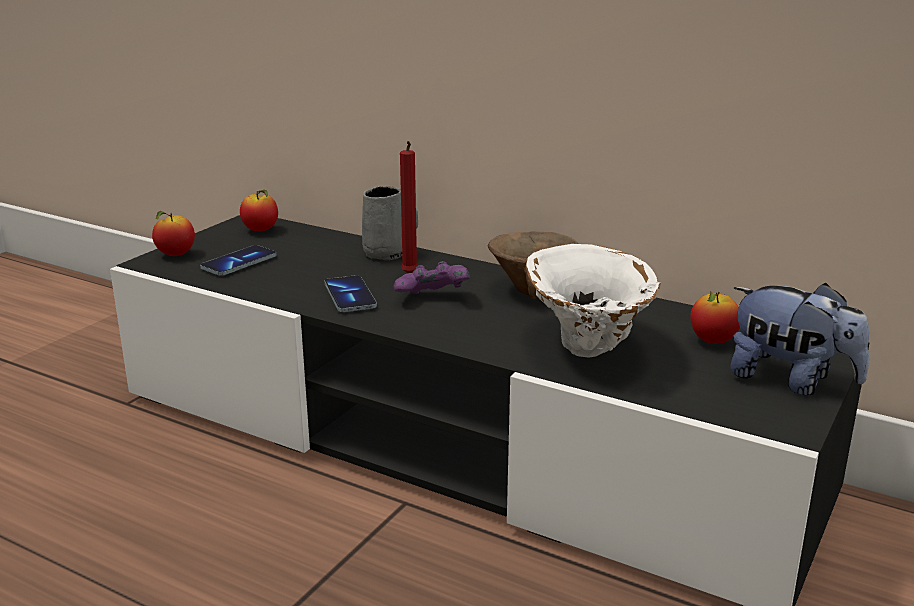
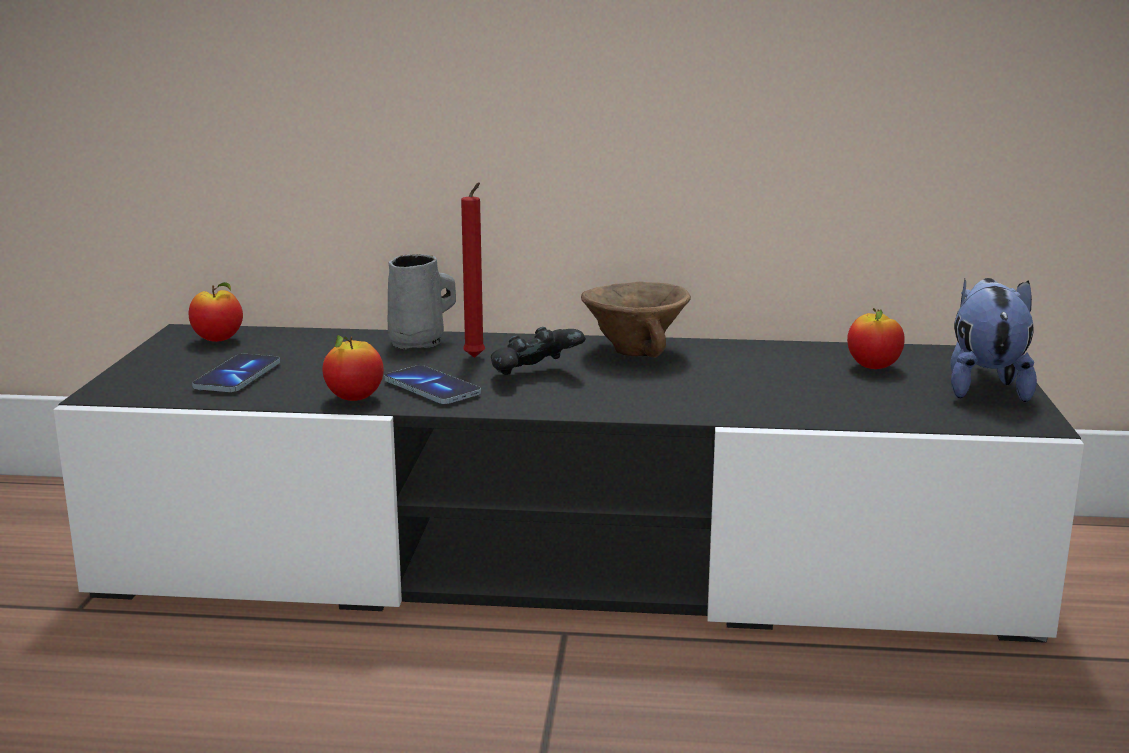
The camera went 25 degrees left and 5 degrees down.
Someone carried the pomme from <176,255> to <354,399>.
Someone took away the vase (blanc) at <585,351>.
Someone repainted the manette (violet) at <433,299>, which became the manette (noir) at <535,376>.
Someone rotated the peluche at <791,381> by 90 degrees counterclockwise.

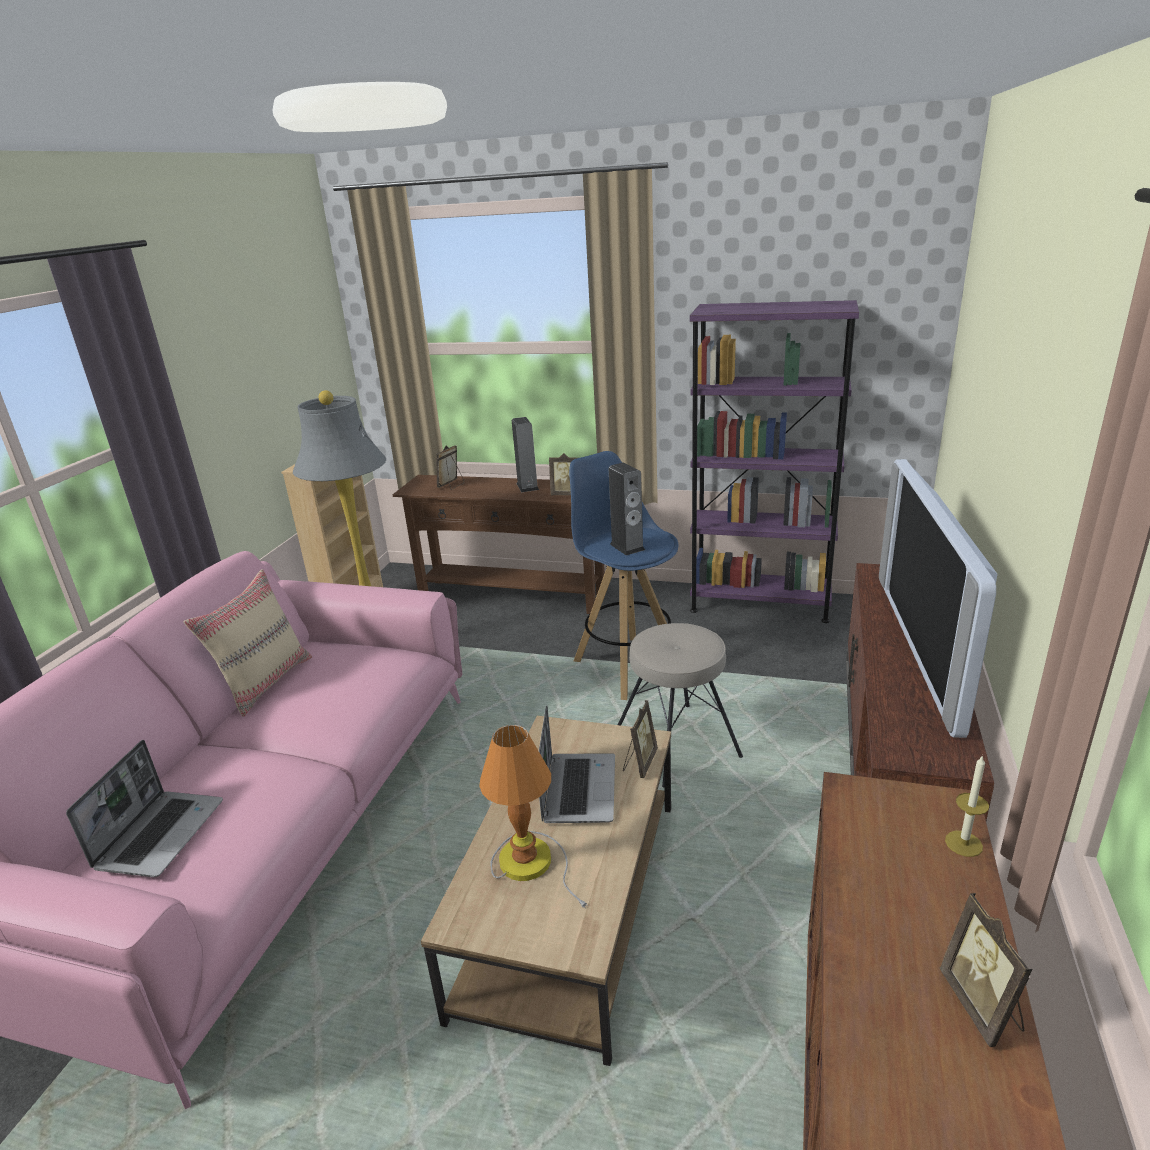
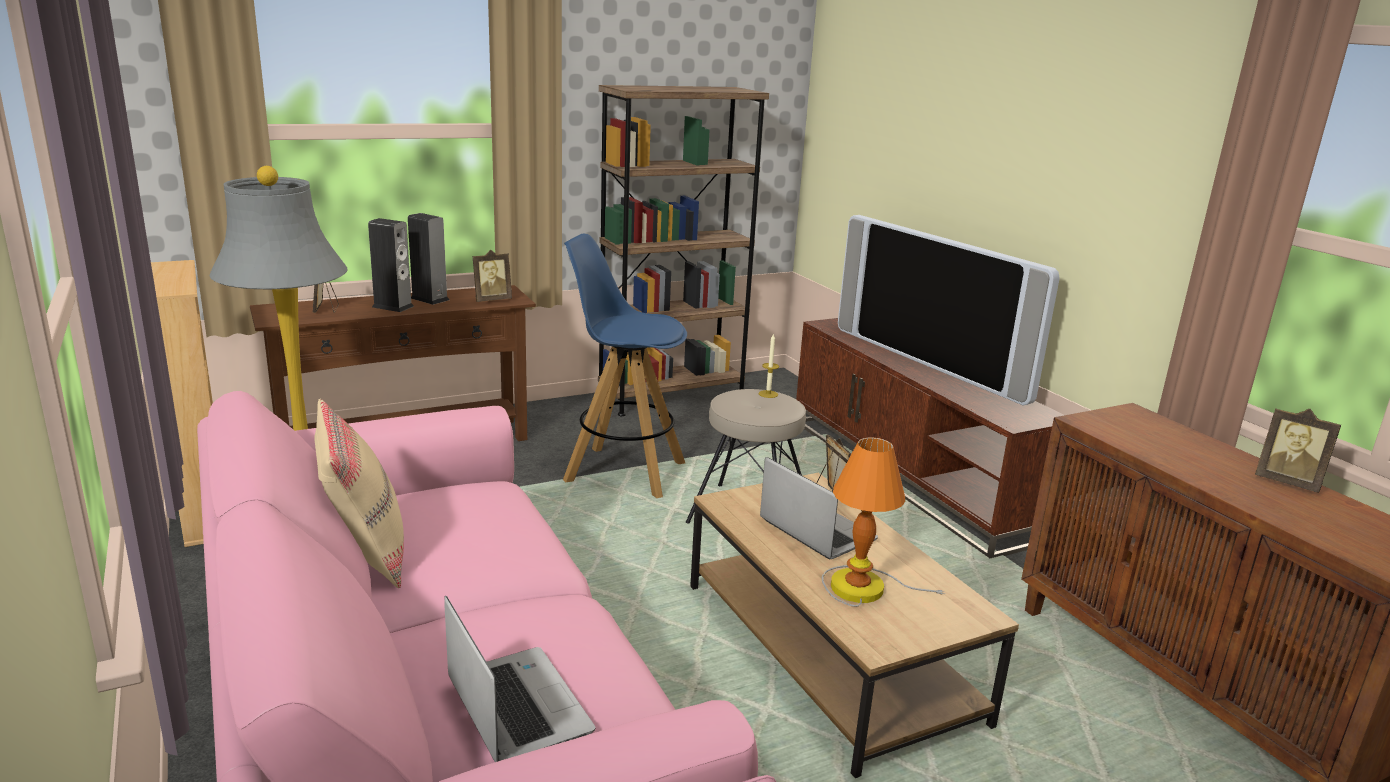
The camera went 45 degrees left and 5 degrees down.
Someone repainted the bibliothèque (violet) at <760,603>, which became the bibliothèque (marron) at <671,396>.
Someone carried the enceinte from <627,547> to <393,306>.
Someone carried the bougie from <963,843> to <768,394>.

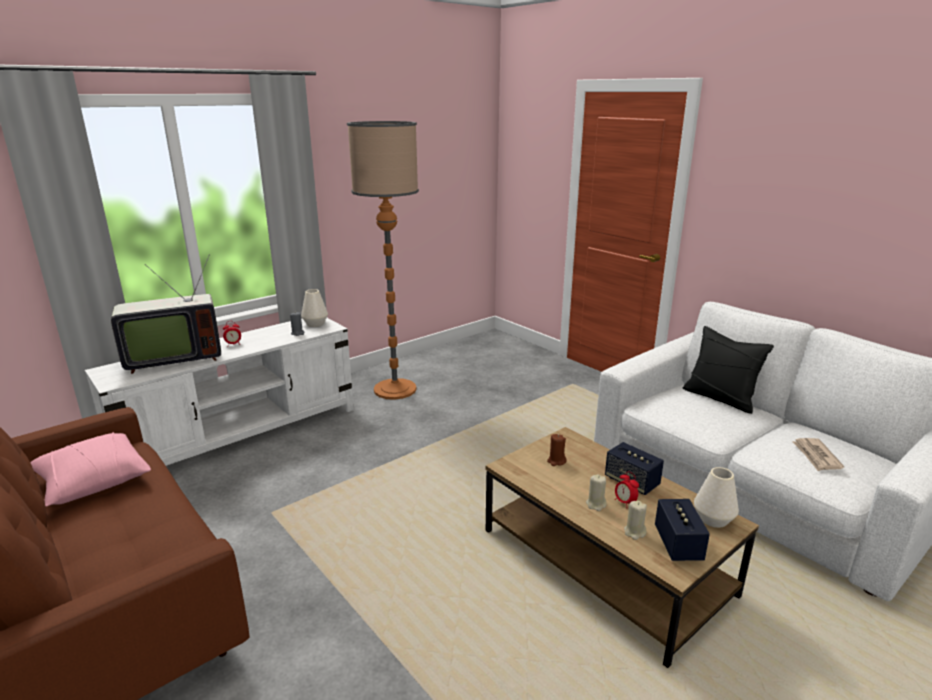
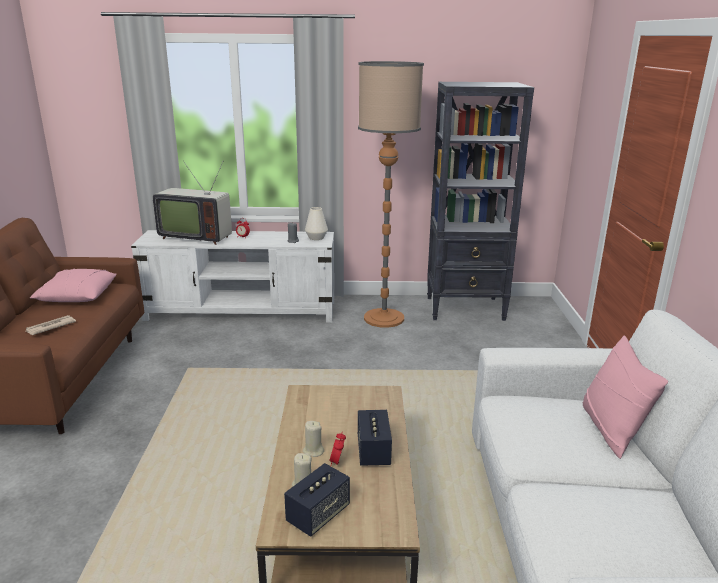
The camera went 40 degrees right and 0 degrees up.
Someone repainted the coussin (noir) at <720,398>, which became the coussin (rose) at <611,429>.
Someone took away the bougie (marron) at <556,461>.
Someone carried the journal from <816,456> to <50,327>.
Someone took away the vase (blanc) at <713,519>.
Someone put down the bibliothèque (noir) at <466,309>.

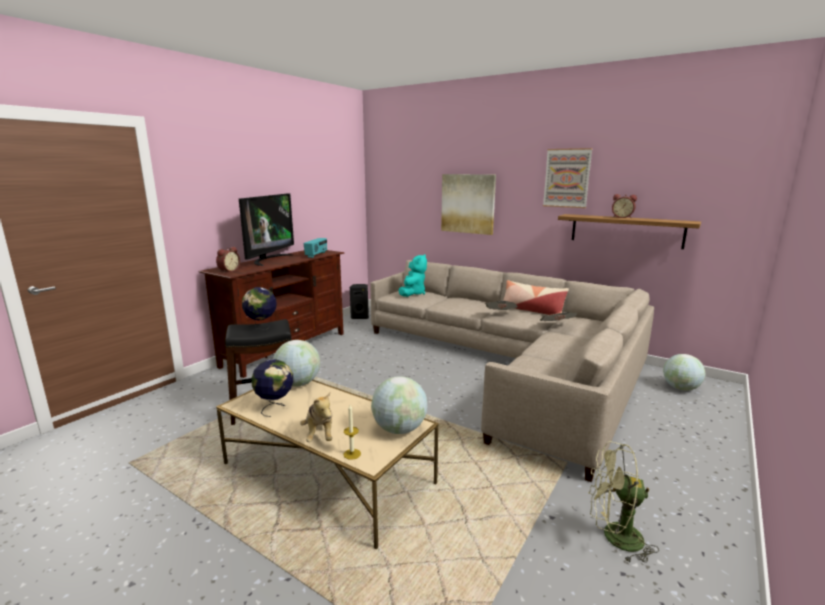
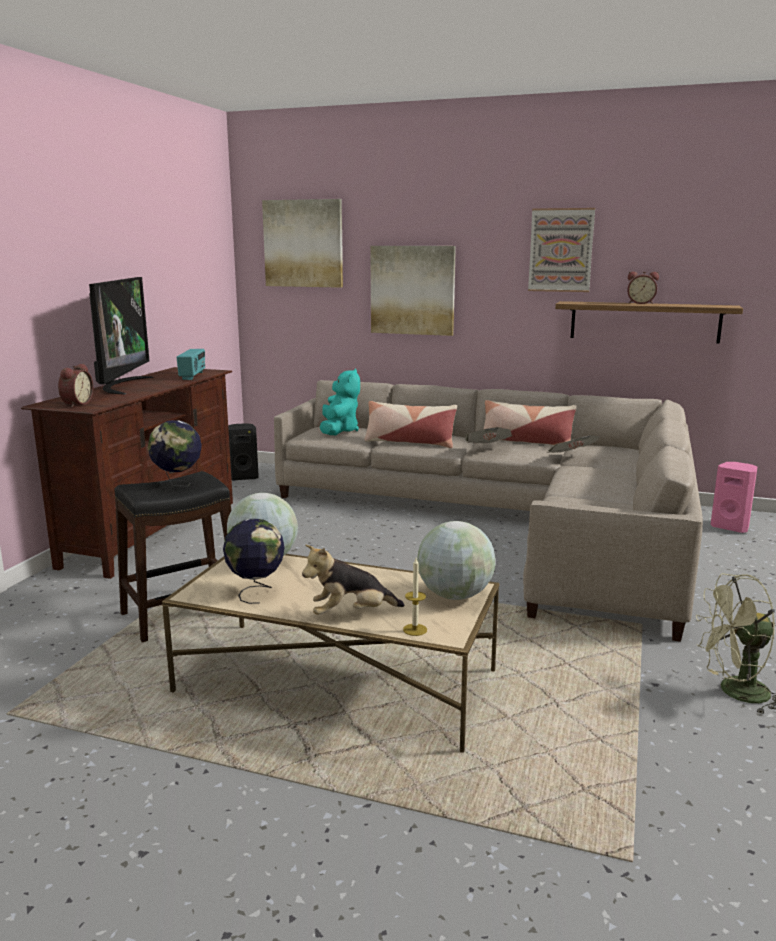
The camera went 15 degrees left and 0 degrees up.
Someone swapped the globe at <680,388> for the enceinte (rose) at <731,527>.
Someone rotated the peluche at <320,434> by 105 degrees clockwise.
Someone put up the tableau at <303,243>.
Someone put down the coussin at <409,442>.

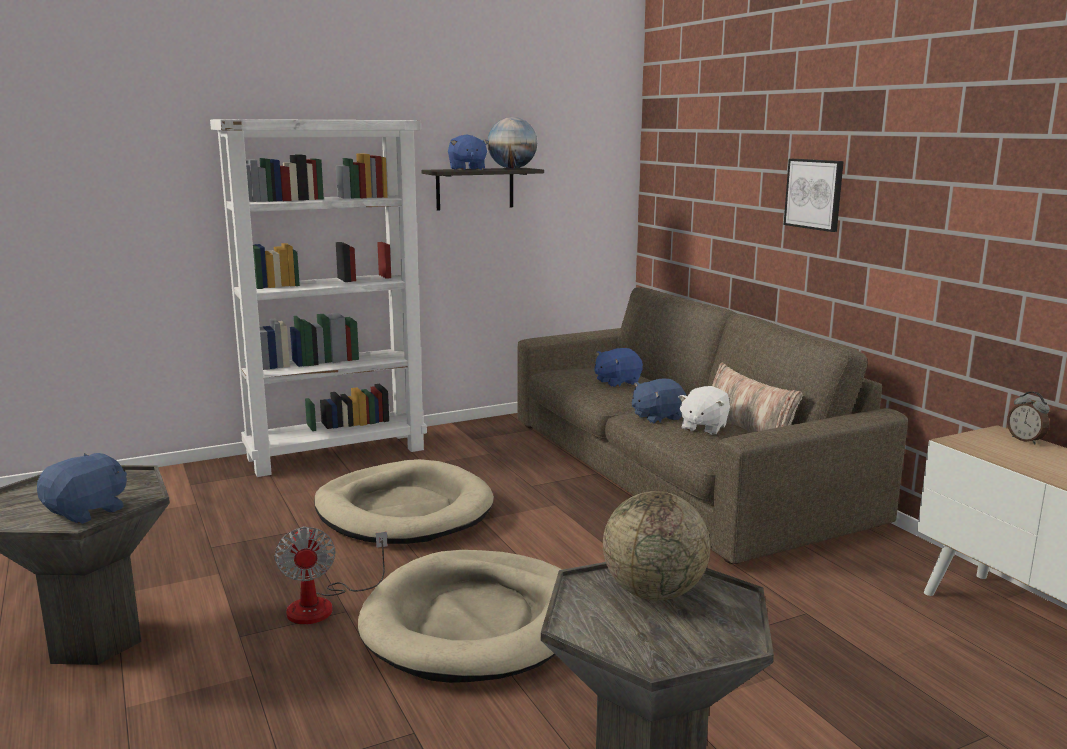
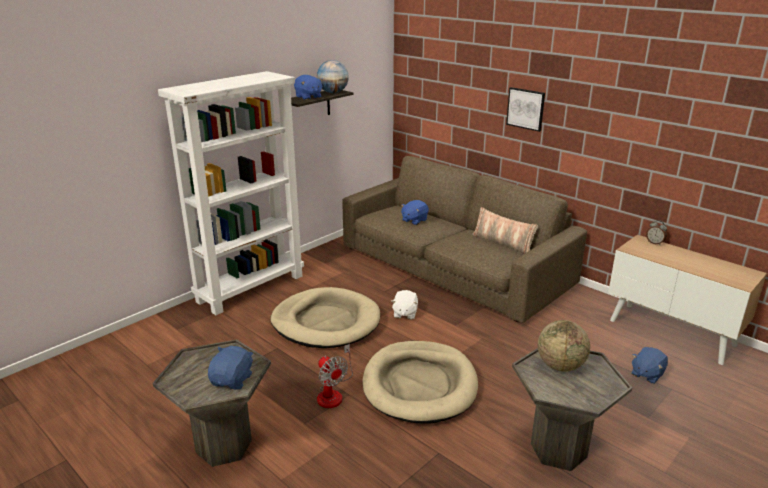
The camera went 20 degrees left and 10 degrees up.
Someone carried the peluche (bleu) from <657,417> to <646,374>.
Someone carried the peluche (blanc) from <703,428> to <404,313>.

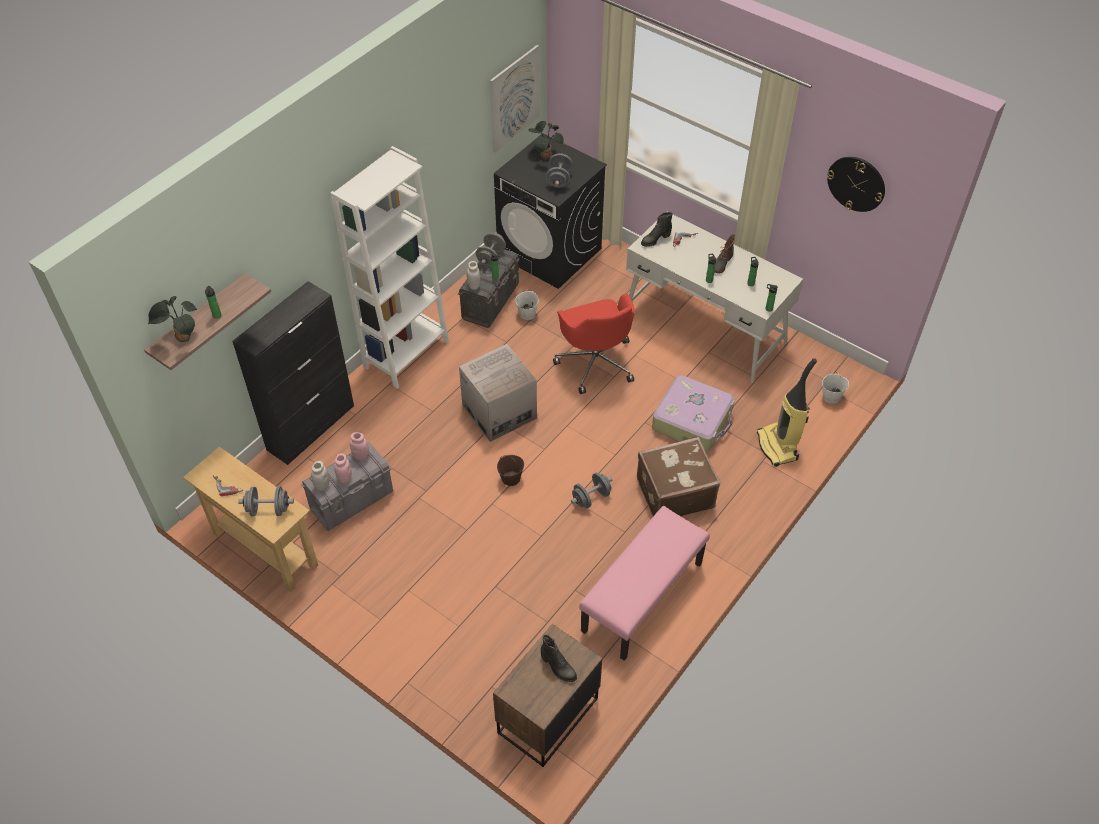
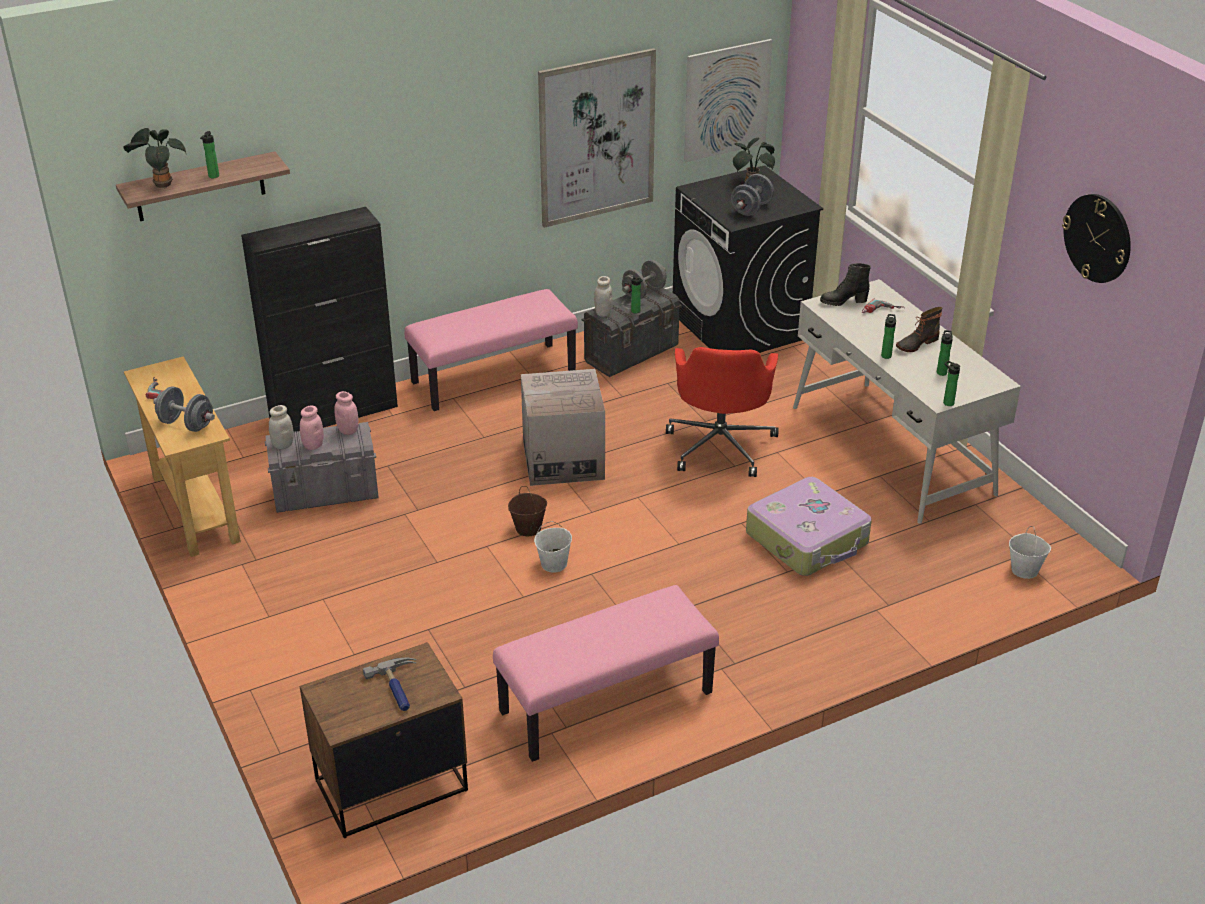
The camera went 25 degrees right and 15 degrees down.
Someone swapped the bibliothèque (blanc) at <406,354> for the banc (rose) at <494,376>.
Someone carried the seau (blanc) from <527,313> to <554,564>.
Someone took away the aspirateur at <778,446>.
Someone took away the valise (marron) at <674,492>.
Someone took away the haltère (gris) at <591,497>.
Someone swapped the botte (noir) at <558,667> for the marteau at <398,688>.
Someone put up the tableau at <596,138>.

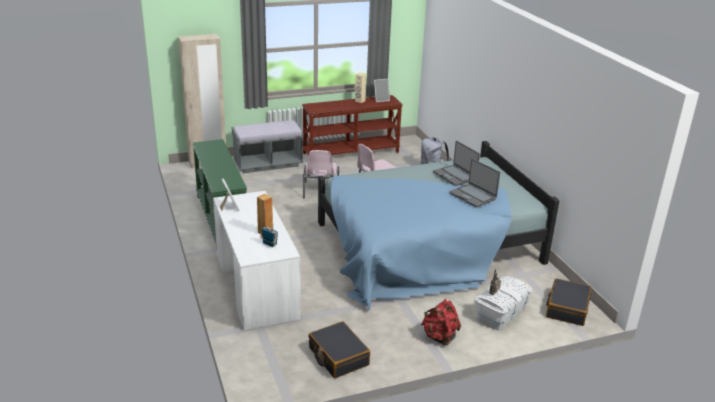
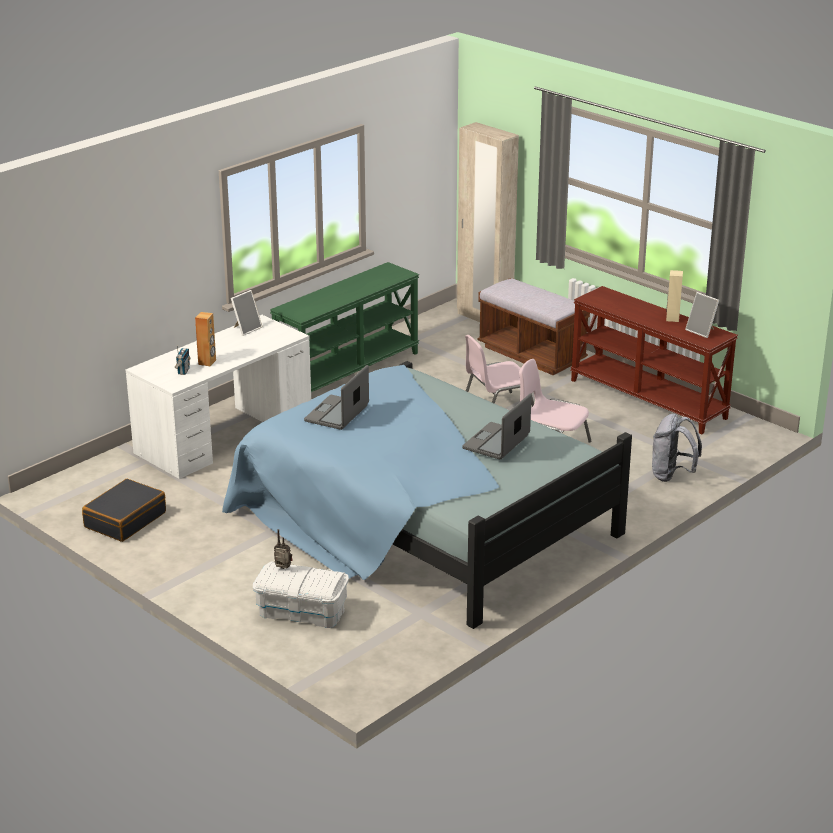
The camera went 65 degrees right and 0 degrees up.
Someone repainted the banc (gris) at <268,164>, which became the banc (marron) at <531,354>.
Someone carried the ordinateur portable from <473,196> to <337,414>.
Someone took away the valise (noir) at <567,308>.
Someone took away the sac à dos (rouge) at <439,337>.

